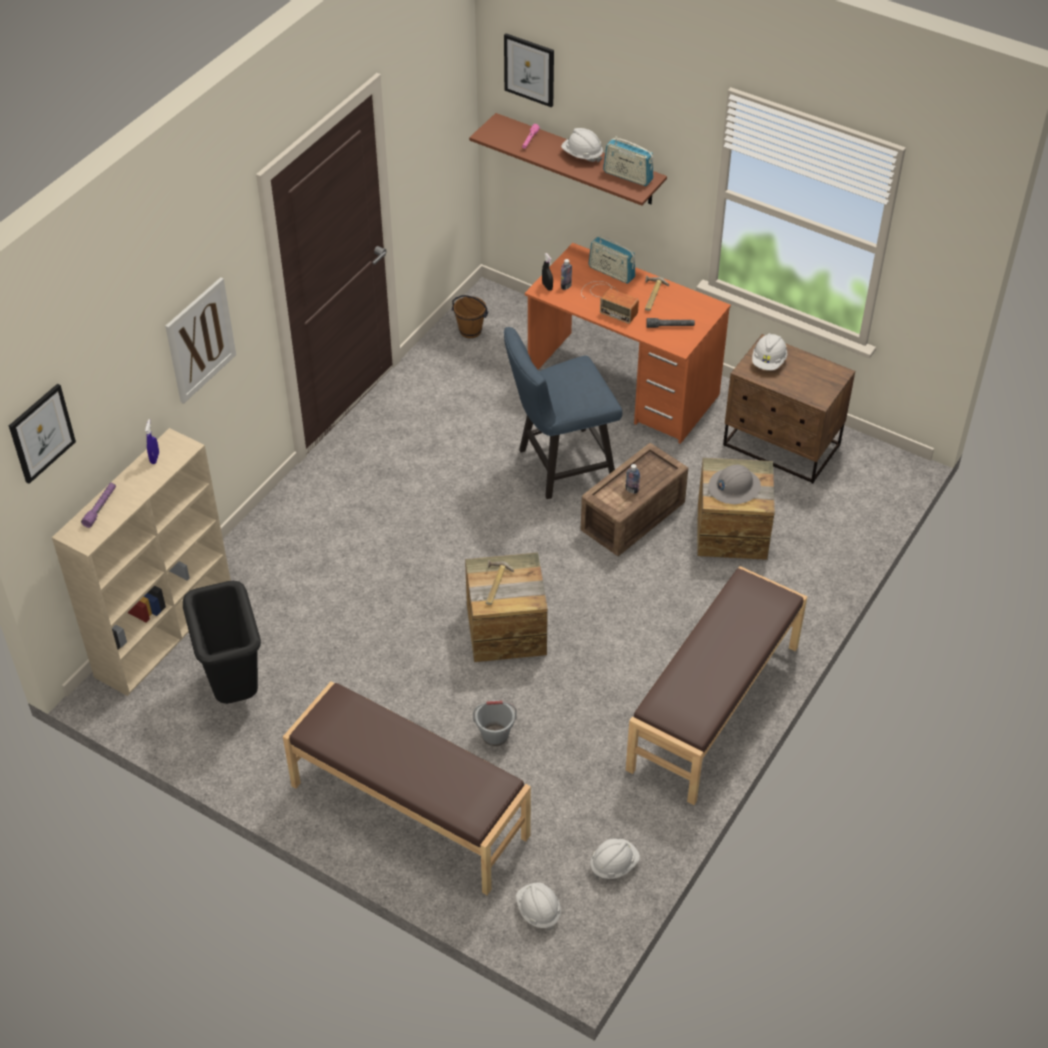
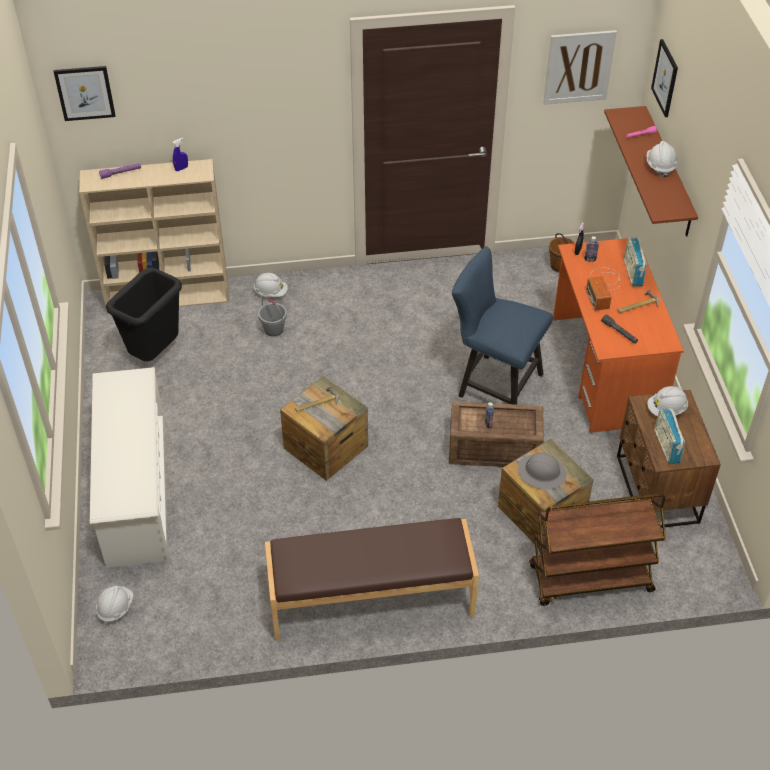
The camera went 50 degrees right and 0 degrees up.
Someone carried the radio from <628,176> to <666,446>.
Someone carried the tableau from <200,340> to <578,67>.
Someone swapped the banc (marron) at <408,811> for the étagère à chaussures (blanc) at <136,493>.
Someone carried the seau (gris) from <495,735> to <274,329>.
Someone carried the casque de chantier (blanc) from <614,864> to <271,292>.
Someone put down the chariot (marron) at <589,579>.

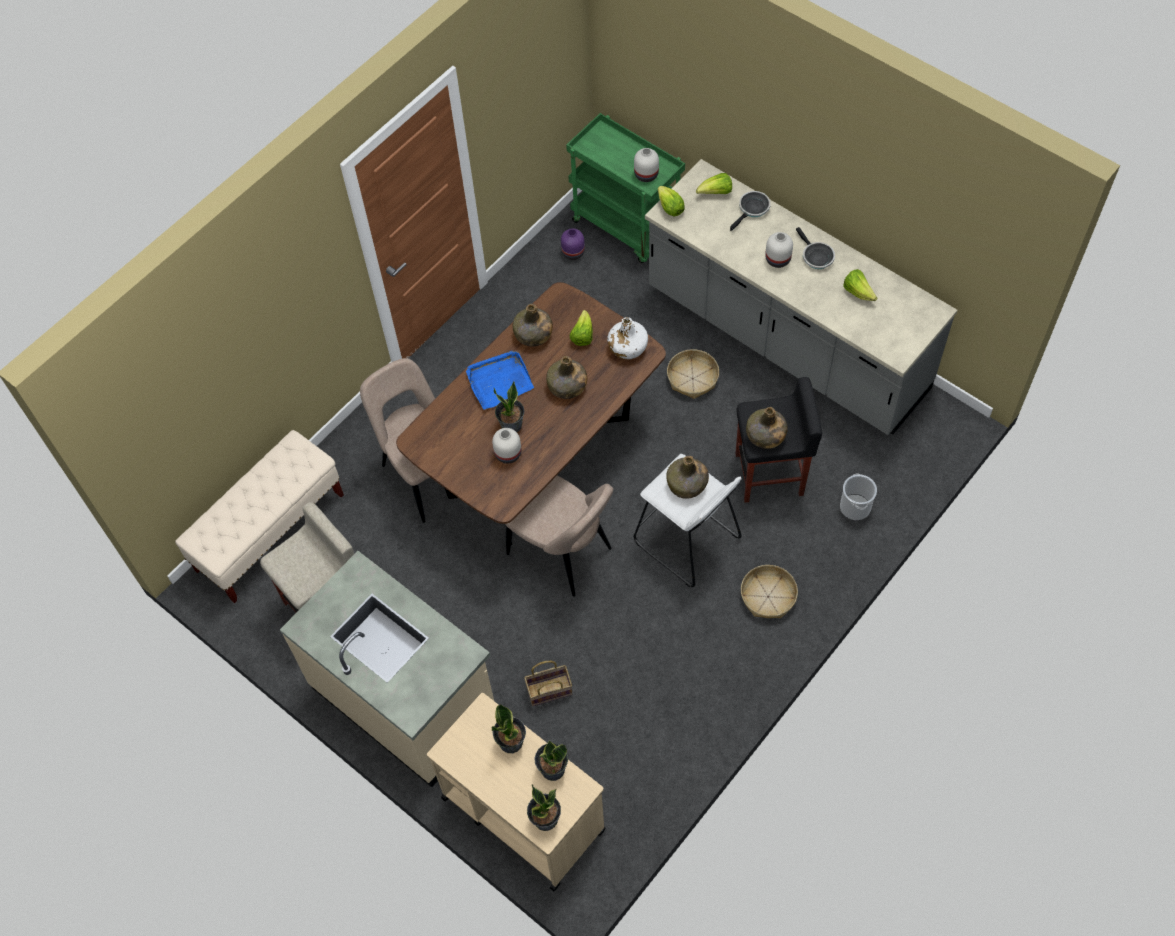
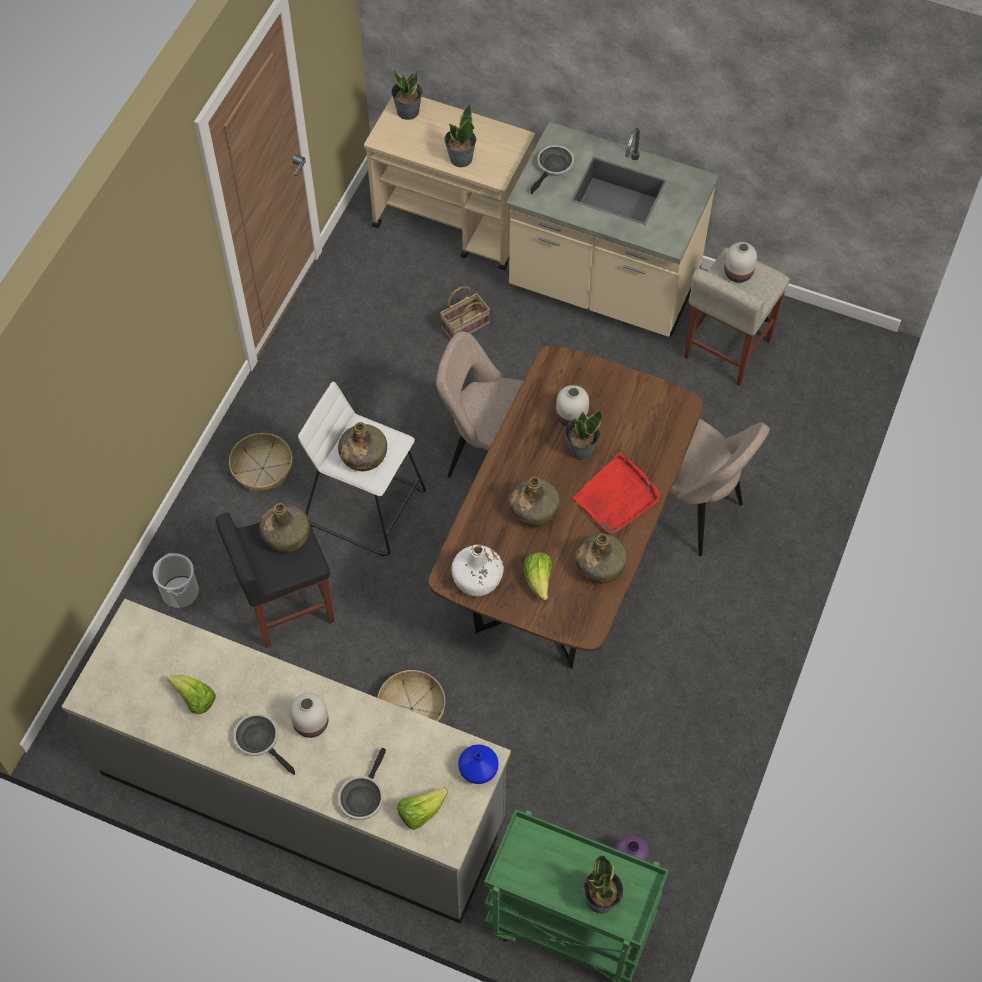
The camera went 160 degrees right and 0 degrees up.
Someone carried the vase (blanc) from <646,174> to <739,273>.
Someone swapped the laitue at <670,208> for the vase (bleu) at <478,769>.
Someone repainted the plateau (bleu) at <499,381>, which became the plateau (rouge) at <616,497>.
Someone took away the banc (beige) at <270,532>.
Someone carried the plante en pot from <552,769> to <601,899>.
Someone put down the poêle at <553,167>.

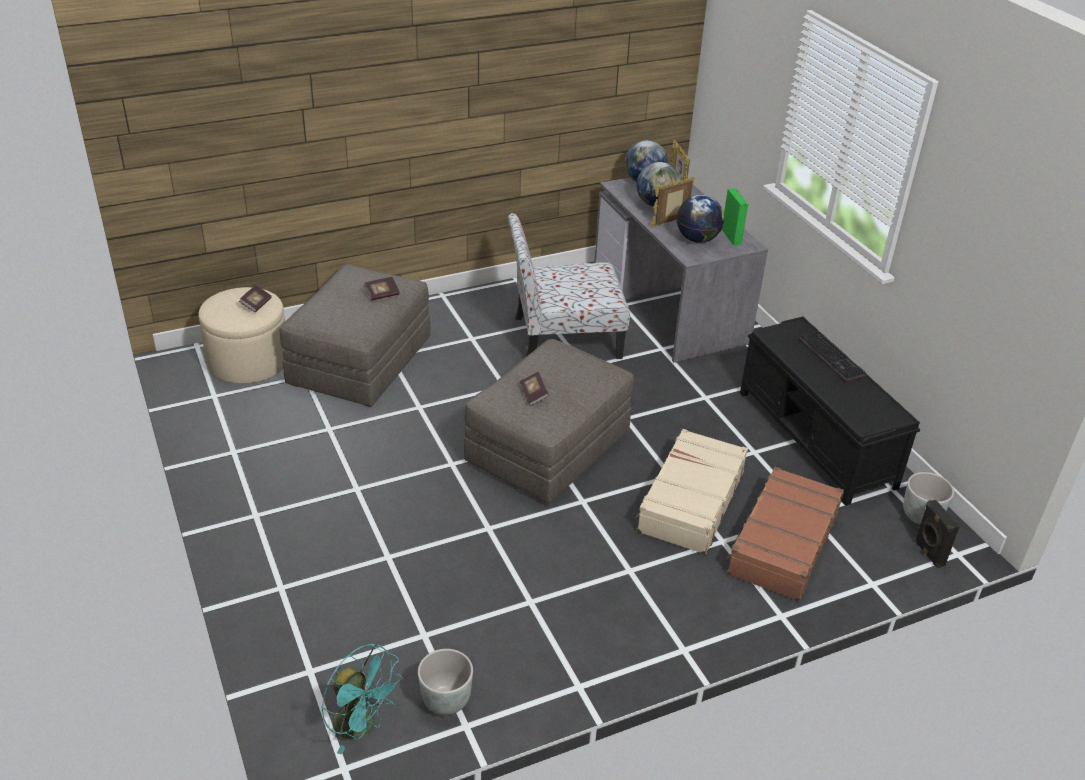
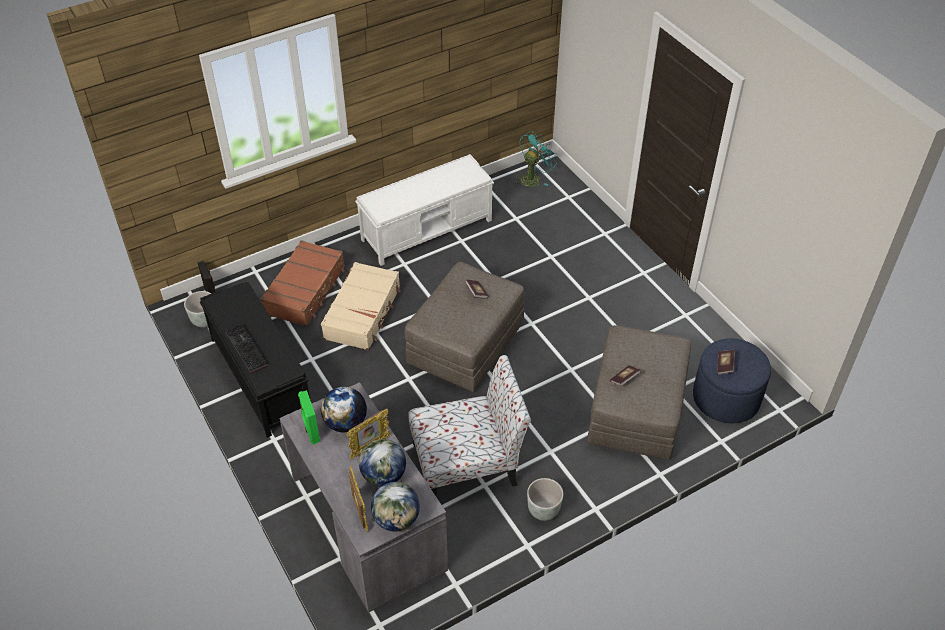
The camera went 175 degrees right and 10 degrees up.
Someone repainted the pouf (beige) at <249,362>, which became the pouf (bleu) at <726,398>.
Someone rotated the ventilateur (turquoise) at <362,726> by 105 degrees clockwise.
Someone carried the cache-pot (gris) from <446,700> to <543,511>.
Someone put down the banc (blanc) at <427,229>.

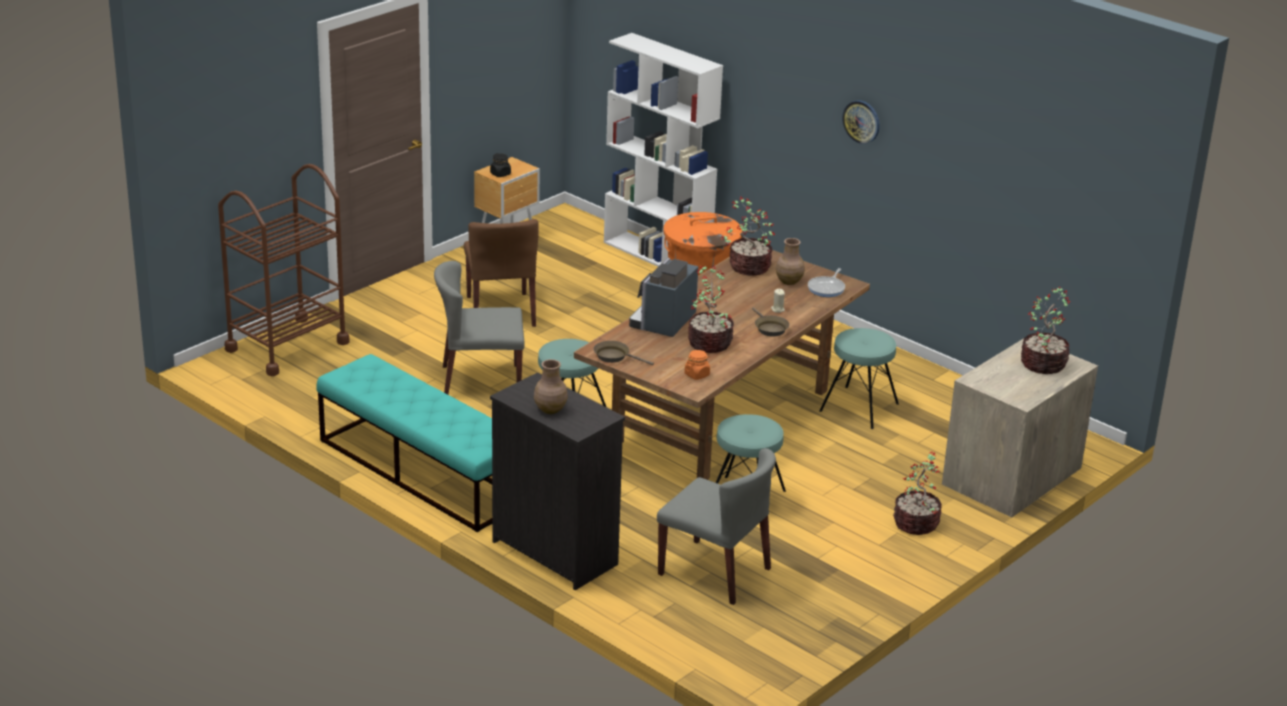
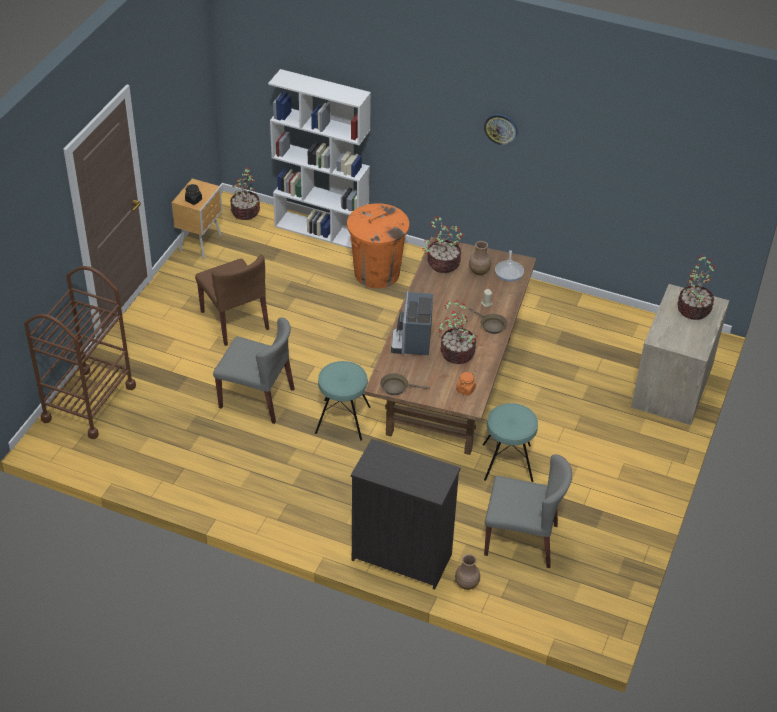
The camera went 20 degrees left and 15 degrees up.
Someone rotated the chaise (gris) at <480,381> by 135 degrees counterclockwise.
Someone took away the tabouret (turquoise) at <858,407>.
Someone took away the banc (turquoise) at <422,471>.
Someone carried the vase (marron) from <550,409> to <466,584>.
Someone carried the plante en pot from <916,524> to <246,212>.

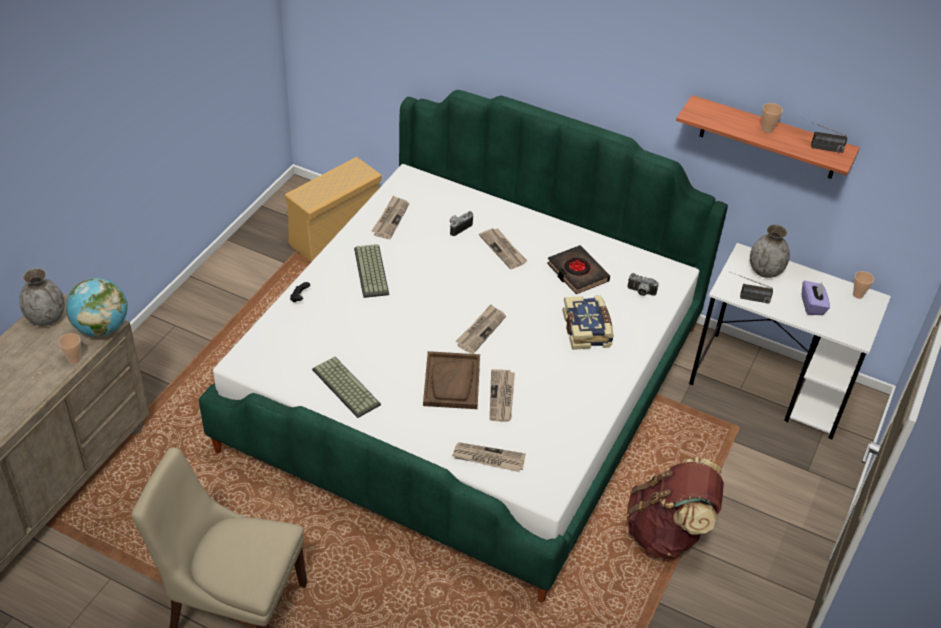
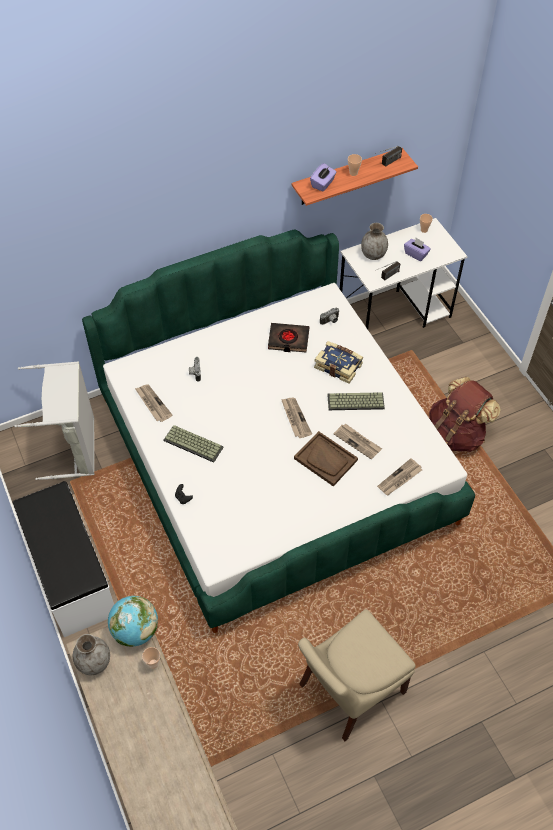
The camera went 50 degrees left and 10 degrees up.
Someone swapped the boîte de rangement (beige) at <335,235> for the panier à linge (gris) at <75,448>.
Someone took away the journal at <503,249>.
Someone carried the clavier from <344,387> to <355,402>.
Someone put down the boîte à mouchoirs (violet) at <323,184>.
Someone put down the banc (blanc) at <70,573>.

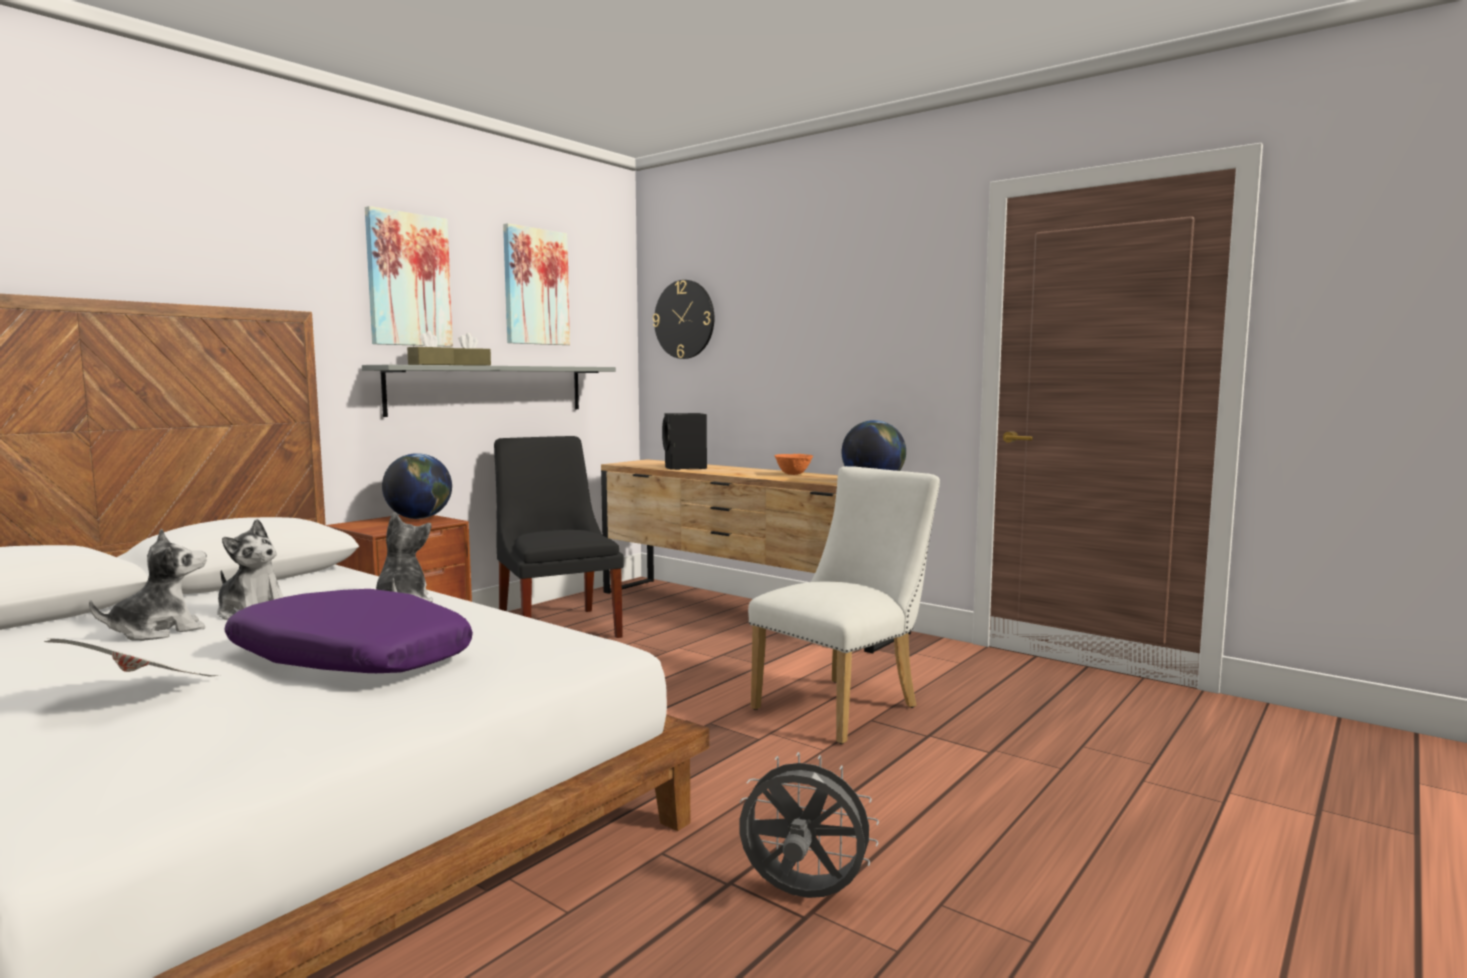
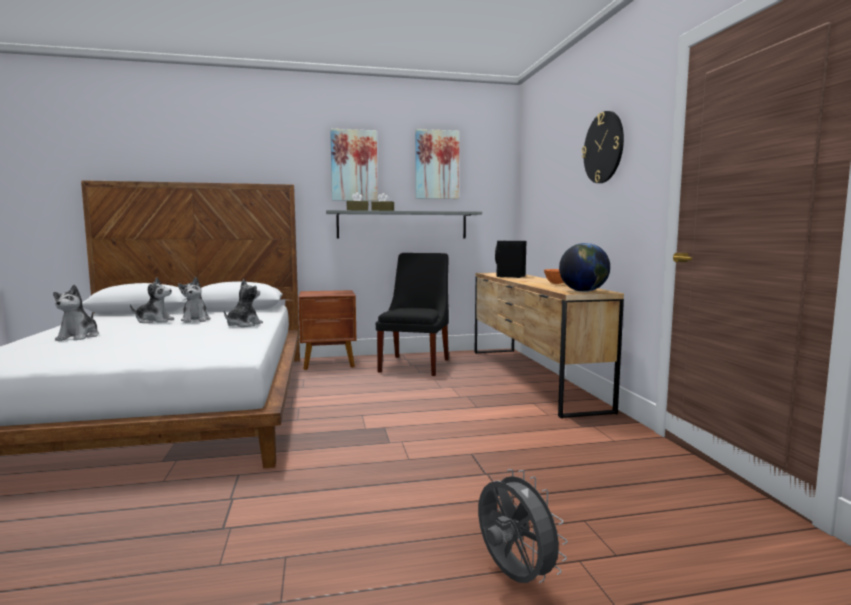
The camera went 40 degrees right and 0 degrees up.
Someone carried the horloge murale from <684,319> to <603,147>.
Someone took away the globe at <419,518>.
Someone took away the chaise (blanc) at <844,705>.
Someone took away the coussin (violet) at <349,659>.
Someone swapped the journal at <140,695> for the peluche at <79,337>.
Someone carried the ventilateur (gris) from <802,896> to <513,577>.

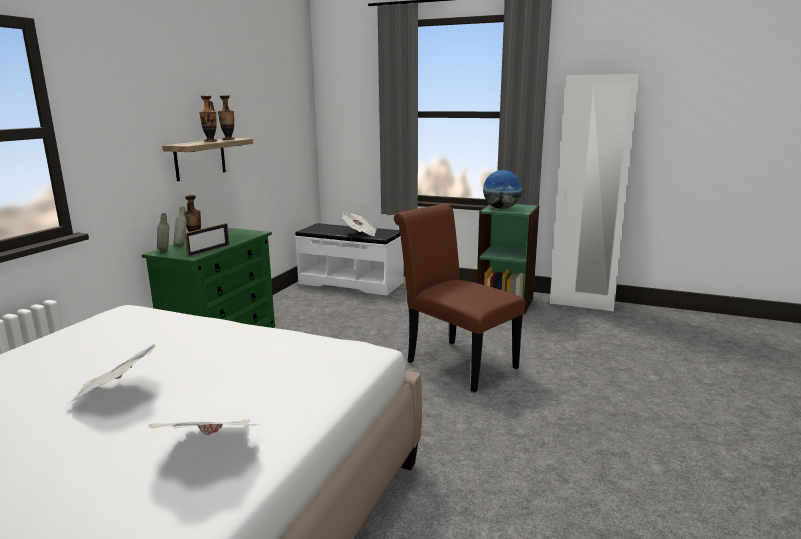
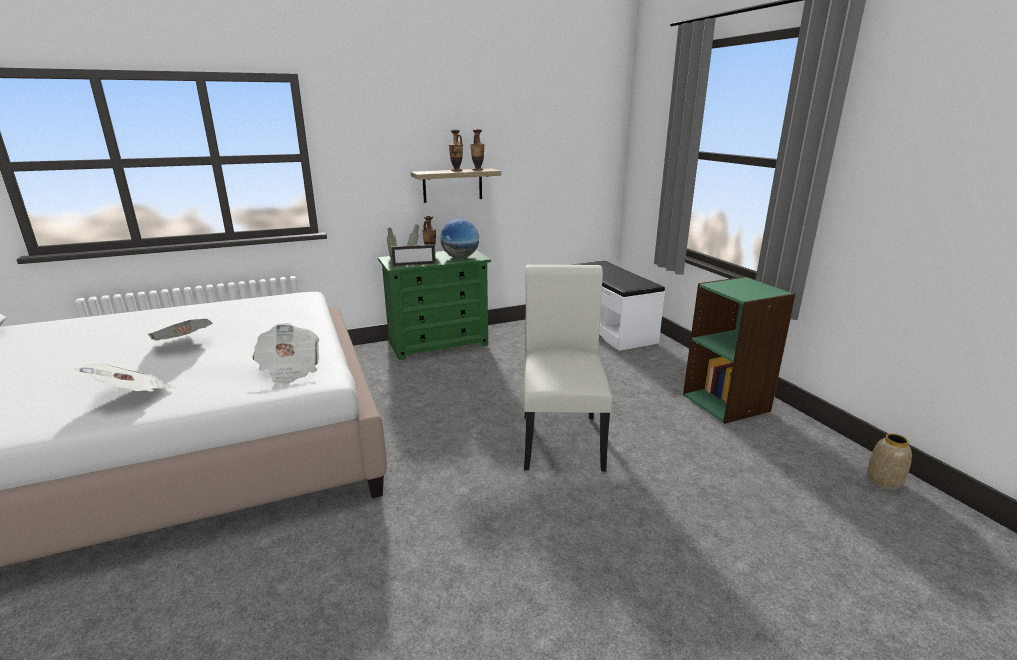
The camera went 45 degrees right and 5 degrees up.
Someone took away the armoire (blanc) at <582,303>.
Someone carried the globe from <501,208> to <460,257>.
Someone repainted the chaise (marron) at <455,362>, which became the chaise (blanc) at <561,437>.
Someone carried the journal from <360,233> to <289,370>.
Someone put down the vase at <884,482>.

